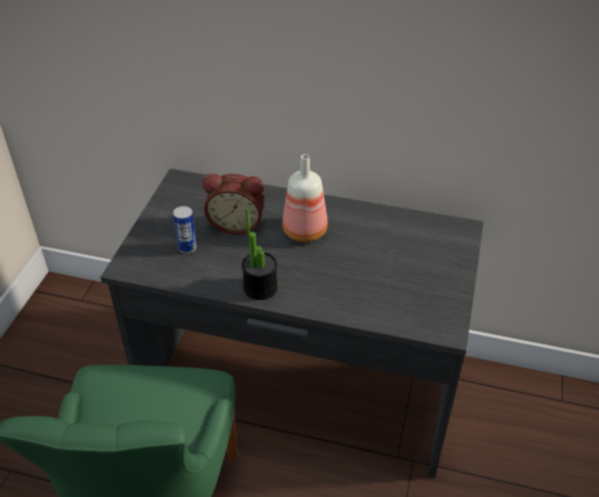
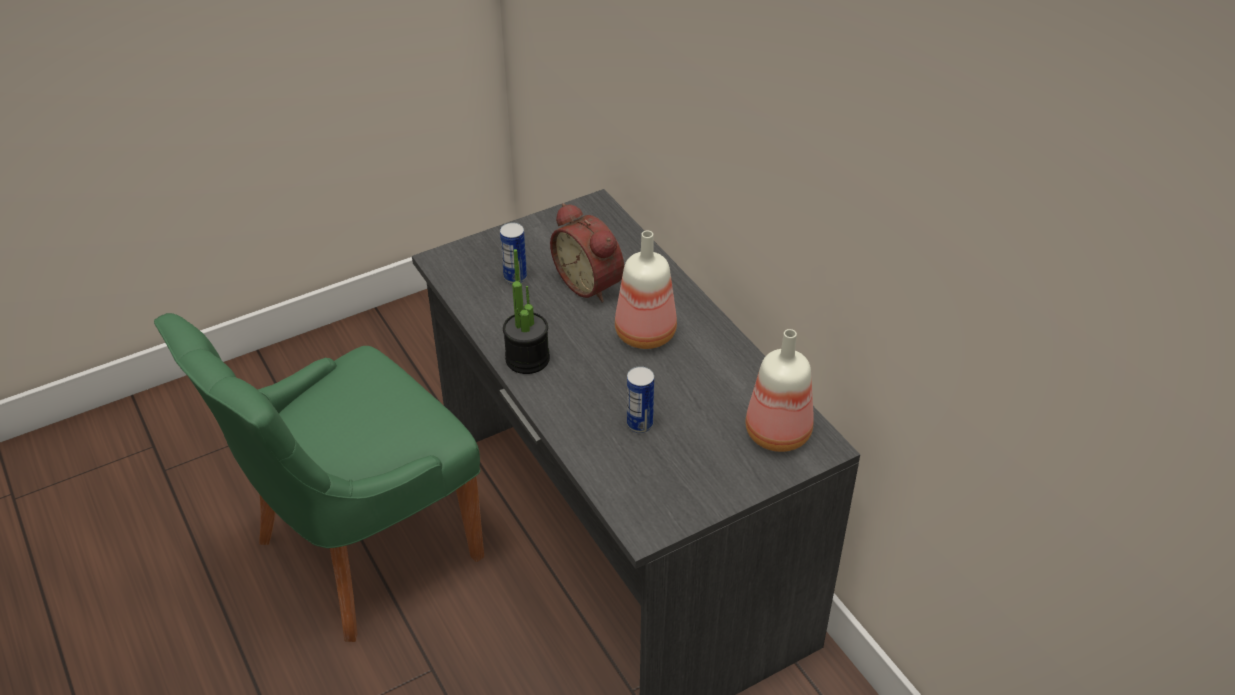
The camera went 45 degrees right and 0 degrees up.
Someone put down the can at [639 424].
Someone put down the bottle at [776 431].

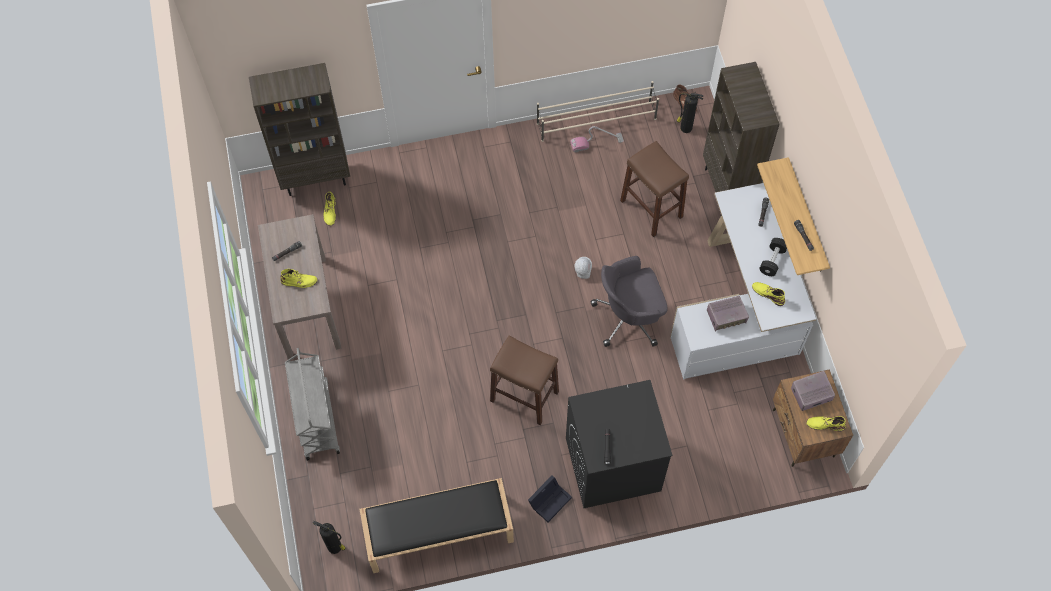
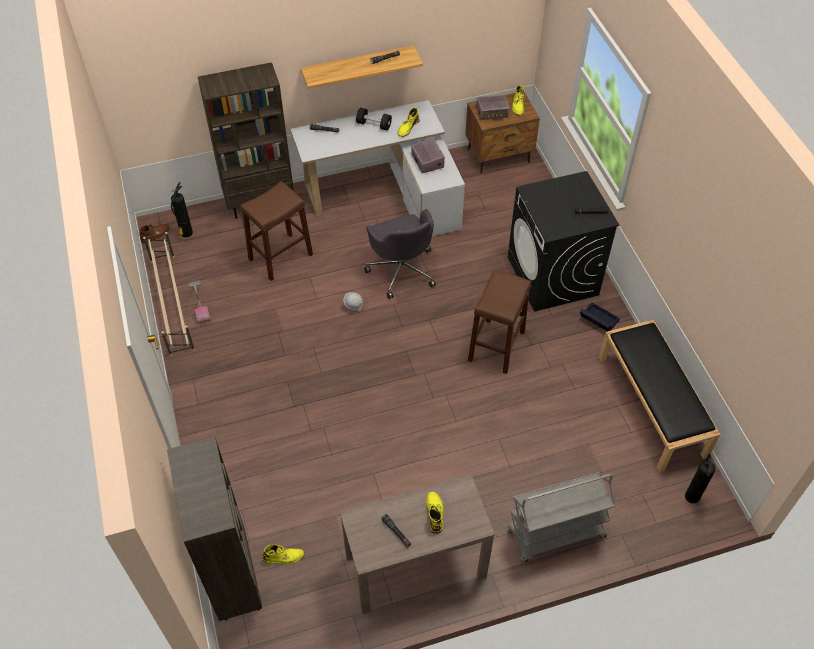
The camera went 95 degrees left and 10 degrees down.
Someone rotated the radio at [811 394] by 75 degrees counterclockwise.

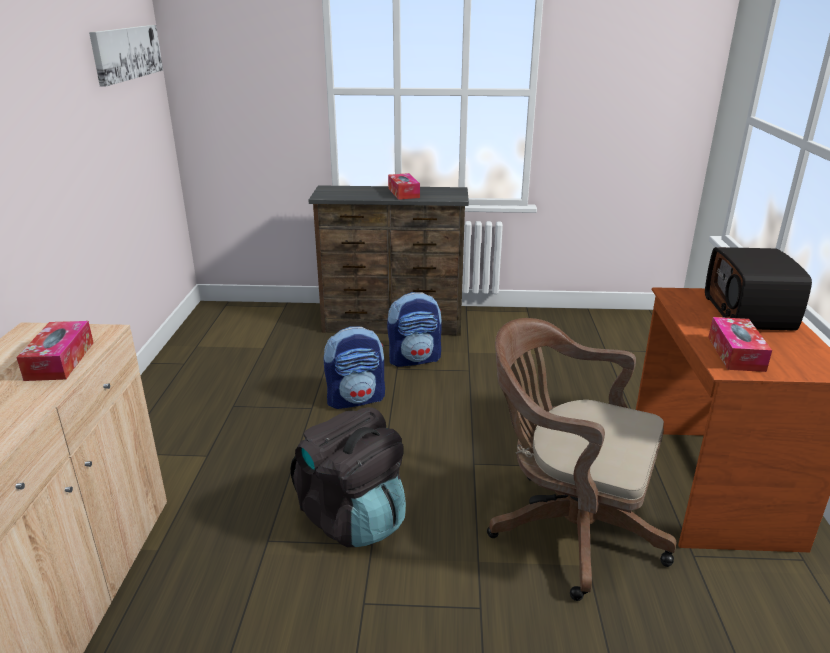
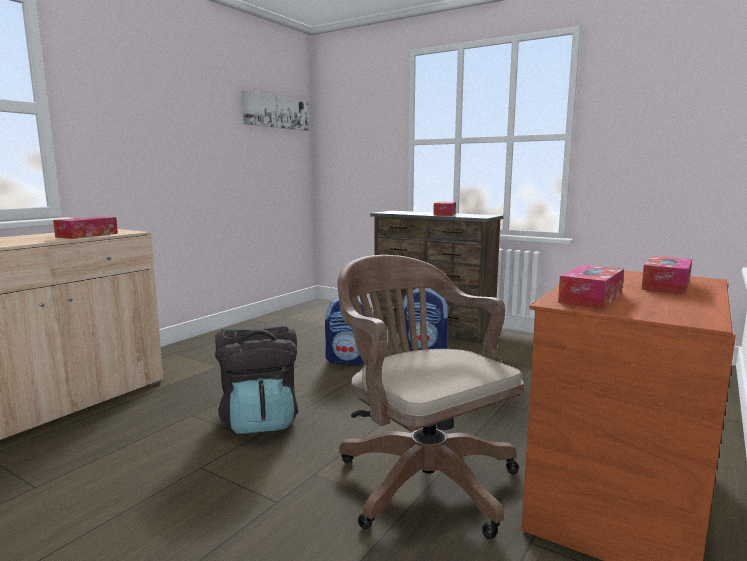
The camera went 30 degrees right and 15 degrees down.
Someone swapped the radio at [750 313] for the tissue box at [666 285].

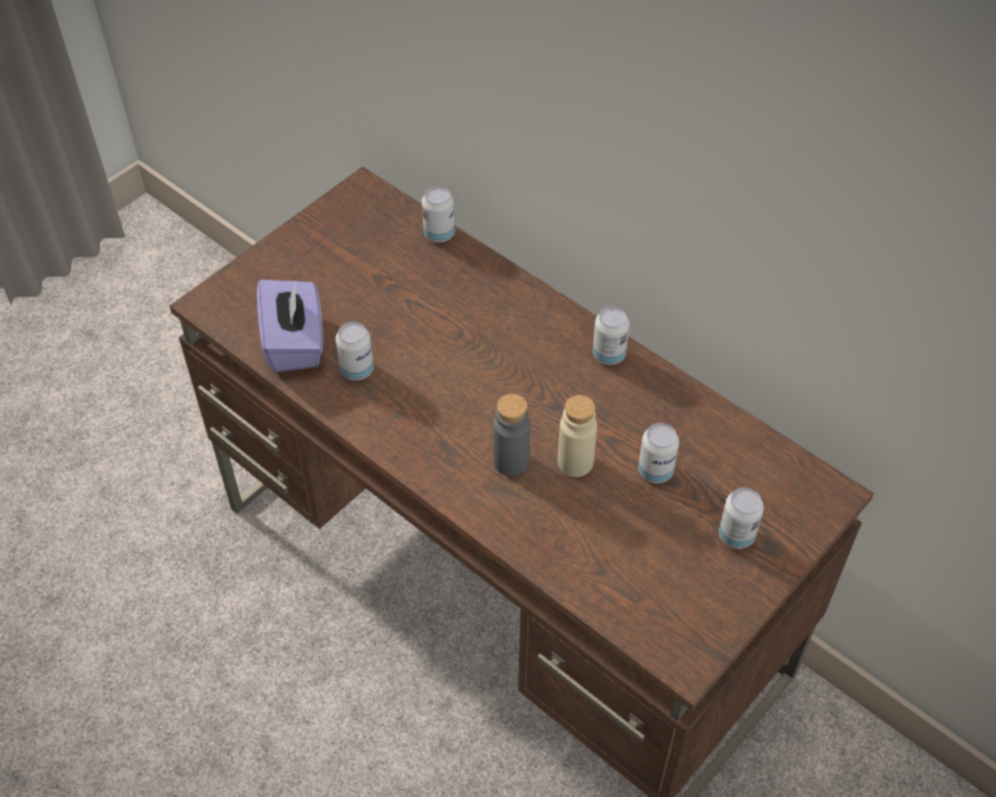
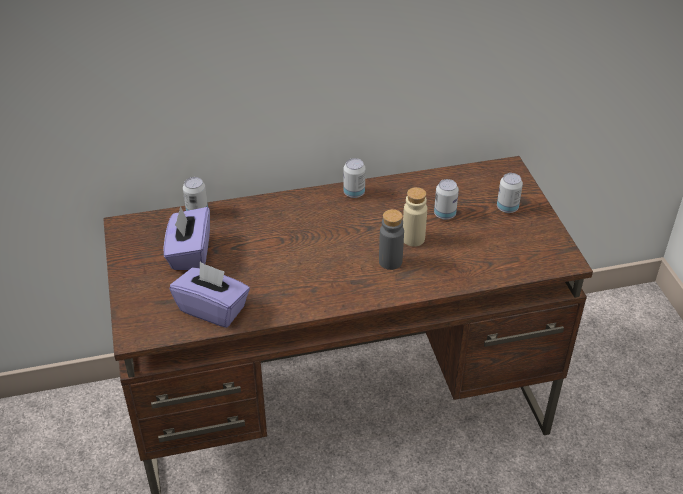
The camera went 55 degrees left and 10 degrees down.
Someone put down the tissue box (purple) at [190 253].
Someone took away the can at [357 370].

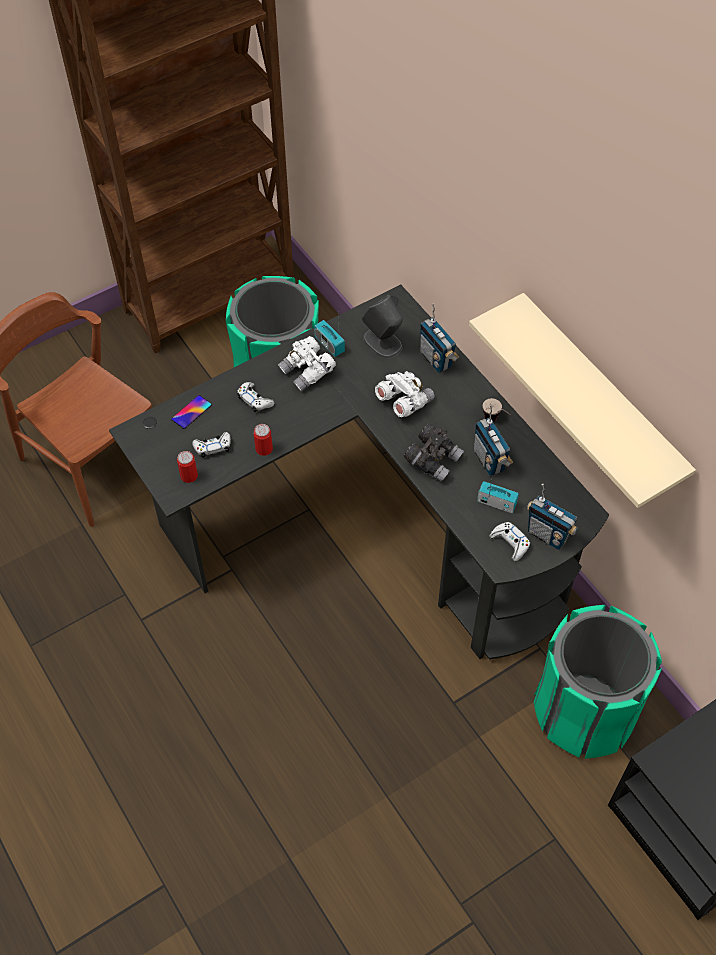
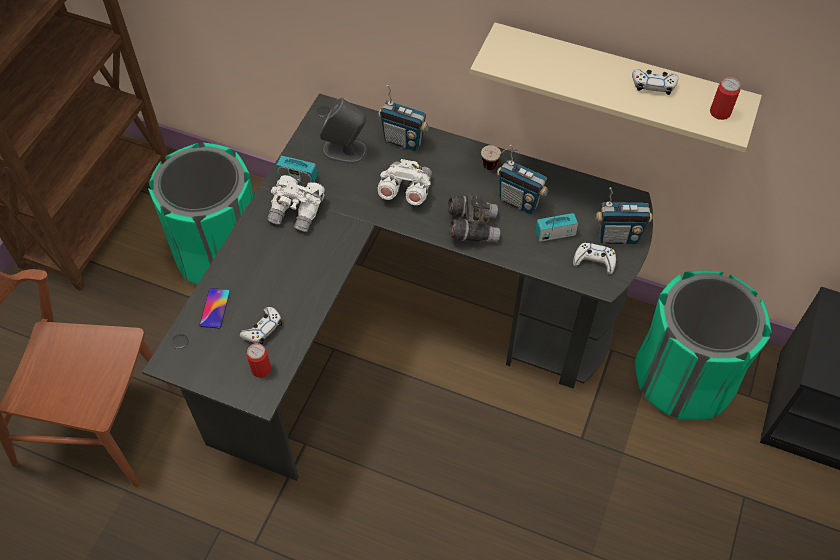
The camera went 35 degrees left and 0 degrees up.
Someone carried the game controller (white) from [255 400] to [653 85].
Someone carried the can from [264 449] to [720 112].

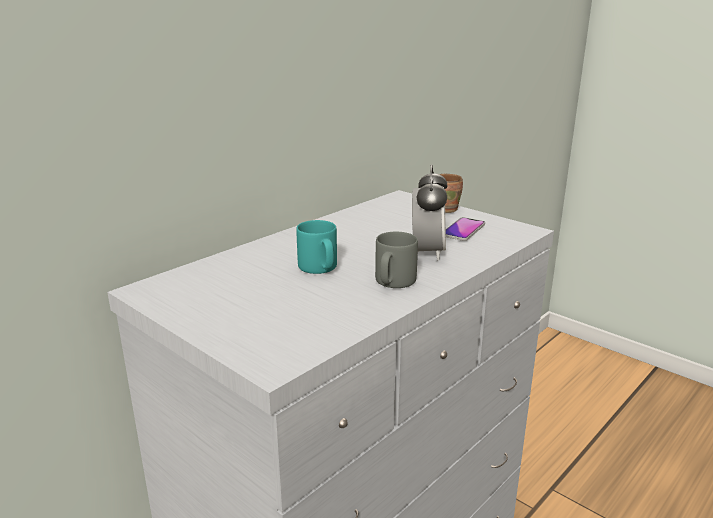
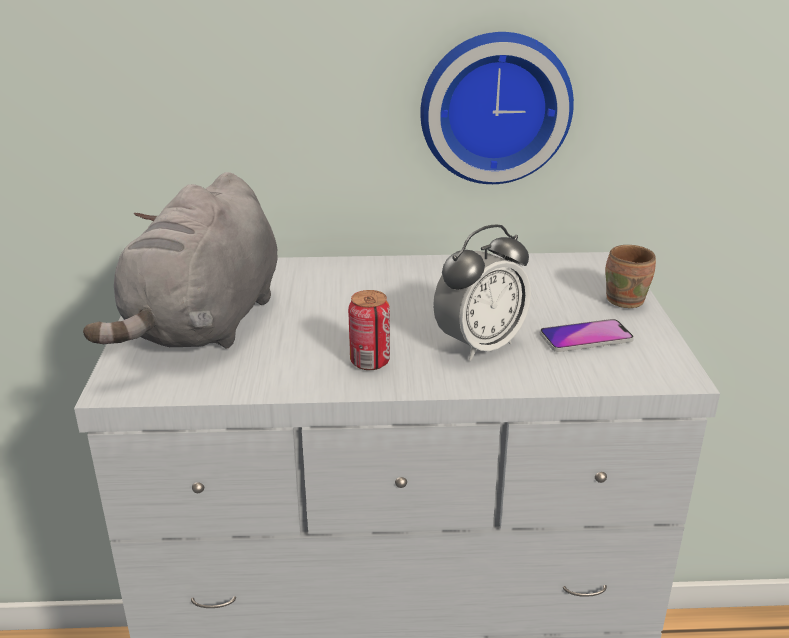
The camera went 45 degrees right and 5 degrees up.
Someone put down the plush toy (grey) at [205 325].
Someone swapped the mug (grey) at [393 282] for the can at [370 362].
Someone put up the wall clock at [494 107].
Someone took away the mug (turquoise) at [319 268].

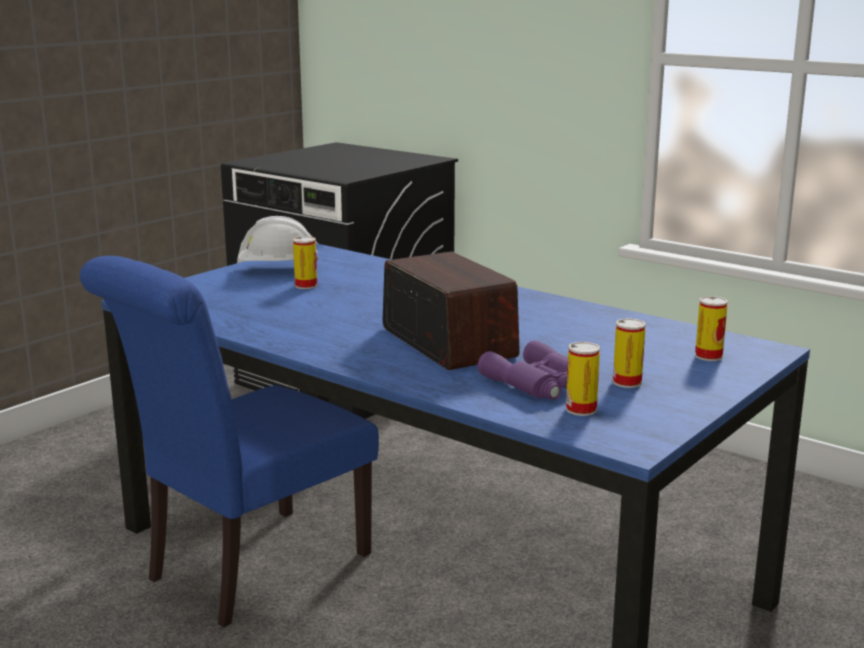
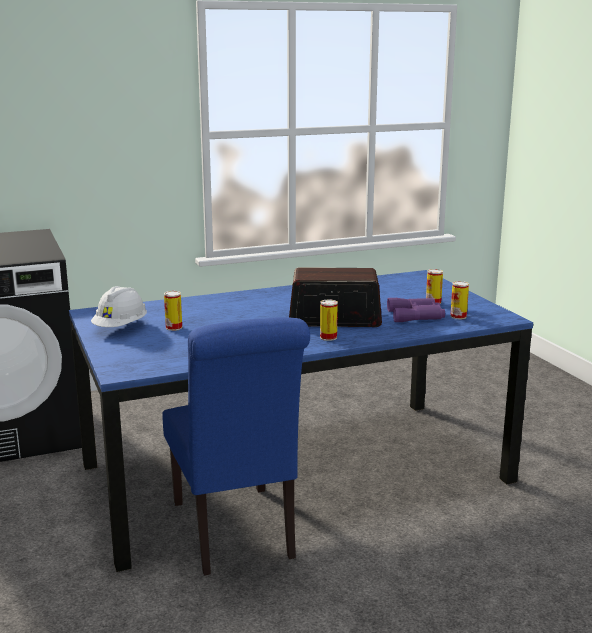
The camera went 60 degrees left and 0 degrees up.
Someone carried the can from [708 356] to [328 337].

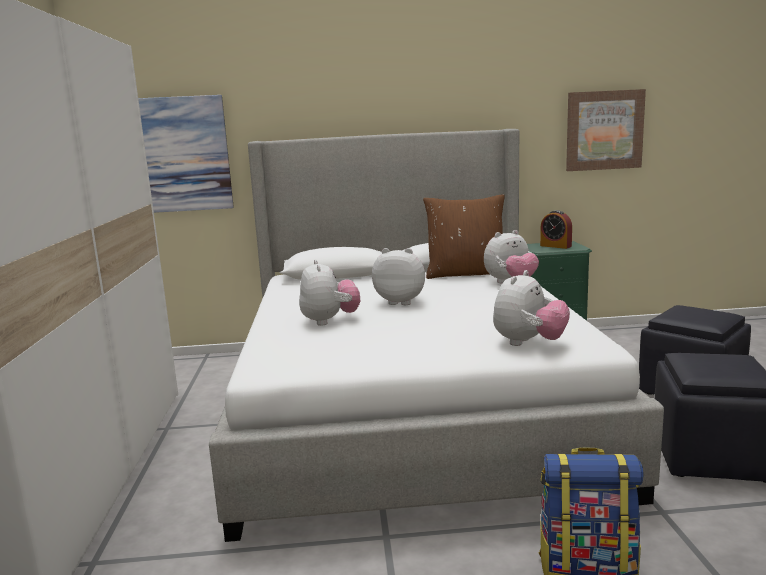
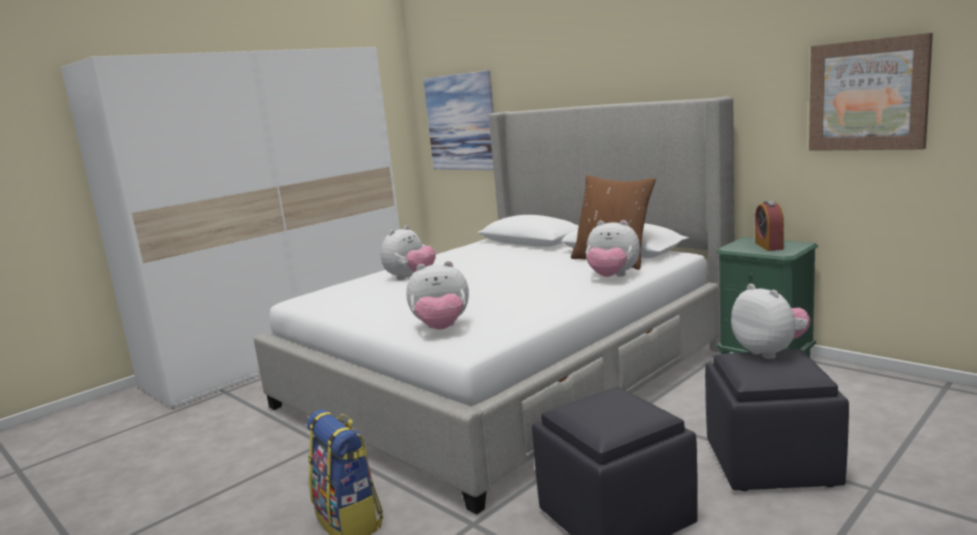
The camera went 50 degrees right and 0 degrees up.
Someone carried the plush toy from [401 301] to [770 352].

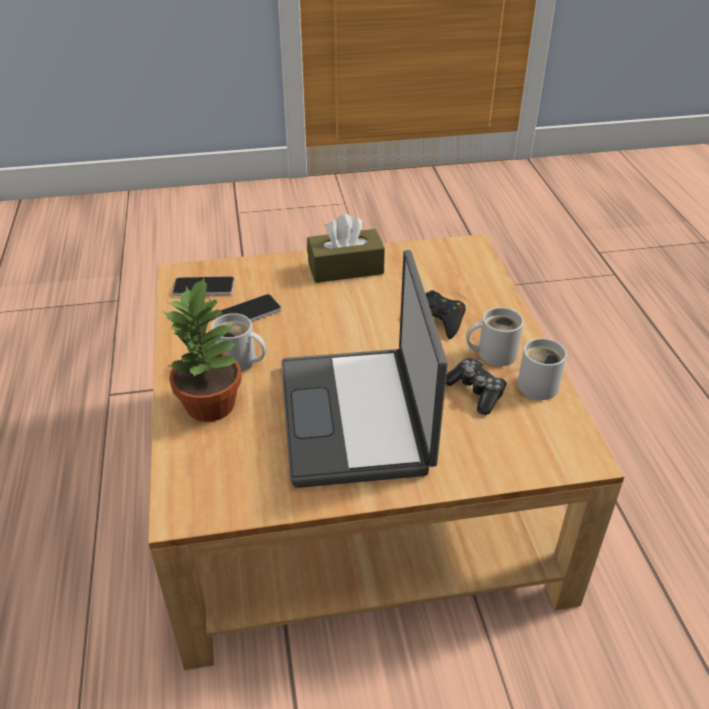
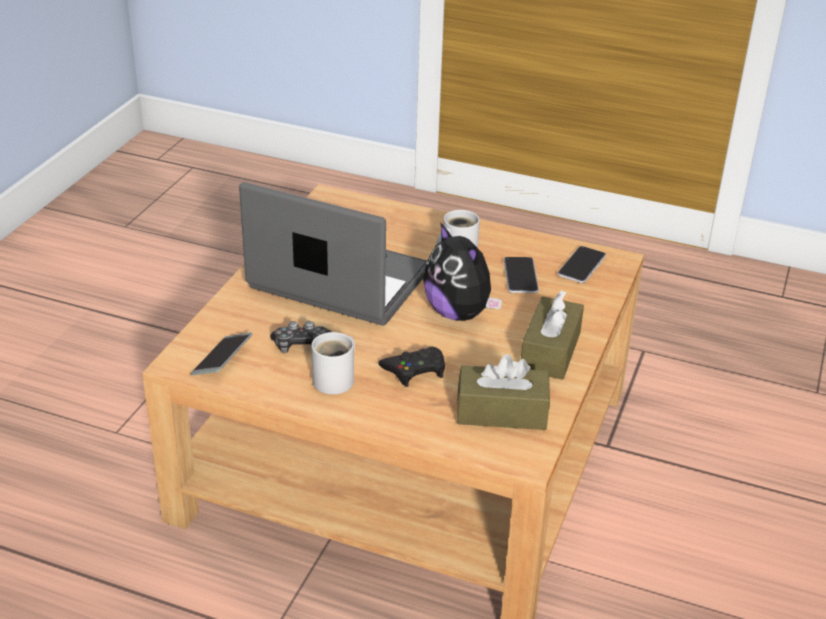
The camera went 120 degrees right and 5 degrees down.
Someone put down the phone at [222 360].
Someone put down the plush toy at [459 313].
Someone put down the tissue box (brown) at [501 412].
Someone took away the potted plant at [212 404].
Someone took away the mug (white) at [539 383].

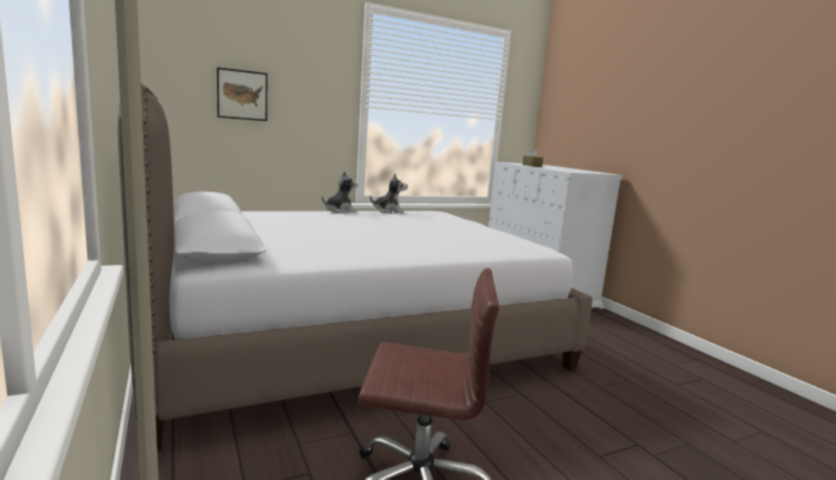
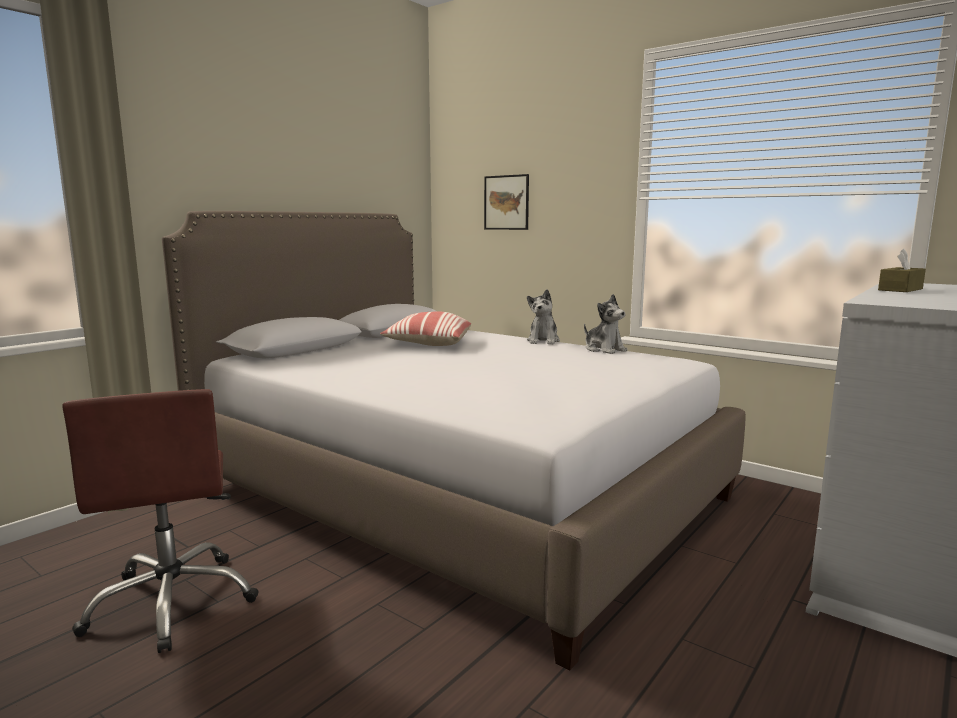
The camera went 65 degrees right and 0 degrees up.
Someone put down the pillow at [428 344].
Someone rotated the plush toy at [340 211] by 75 degrees clockwise.

